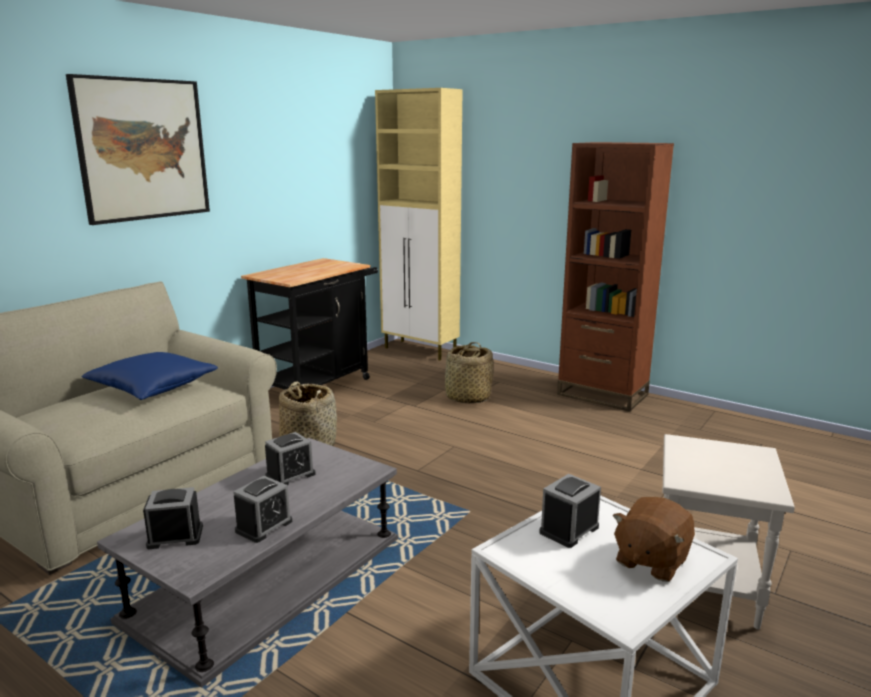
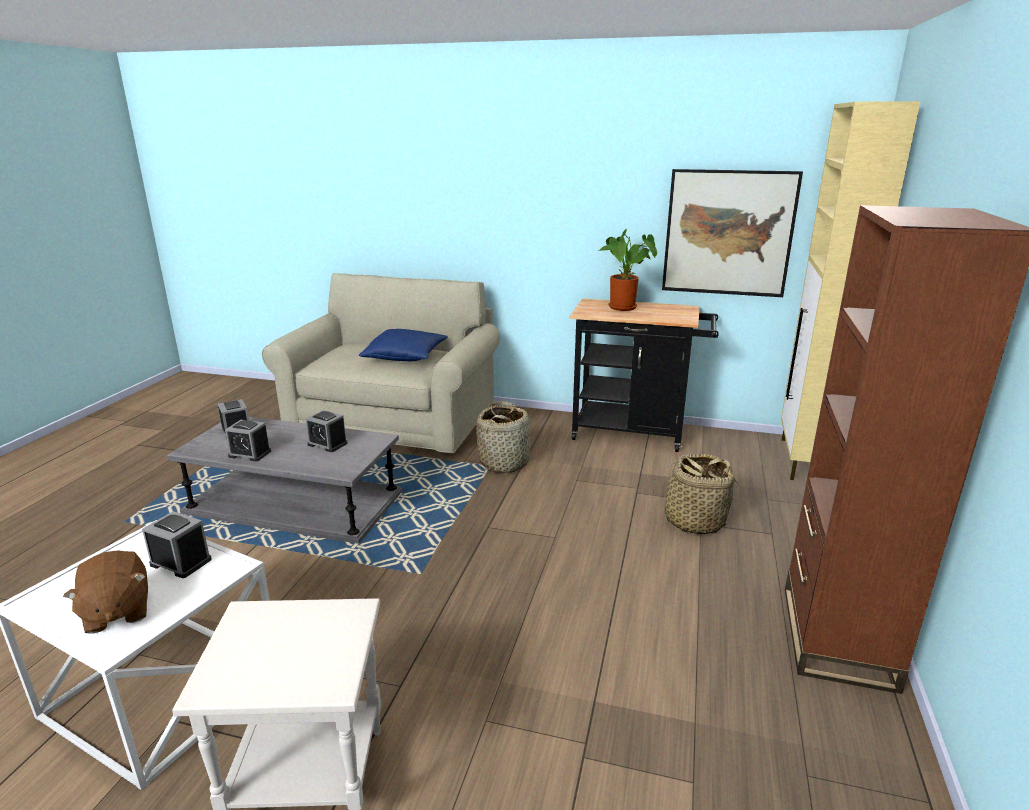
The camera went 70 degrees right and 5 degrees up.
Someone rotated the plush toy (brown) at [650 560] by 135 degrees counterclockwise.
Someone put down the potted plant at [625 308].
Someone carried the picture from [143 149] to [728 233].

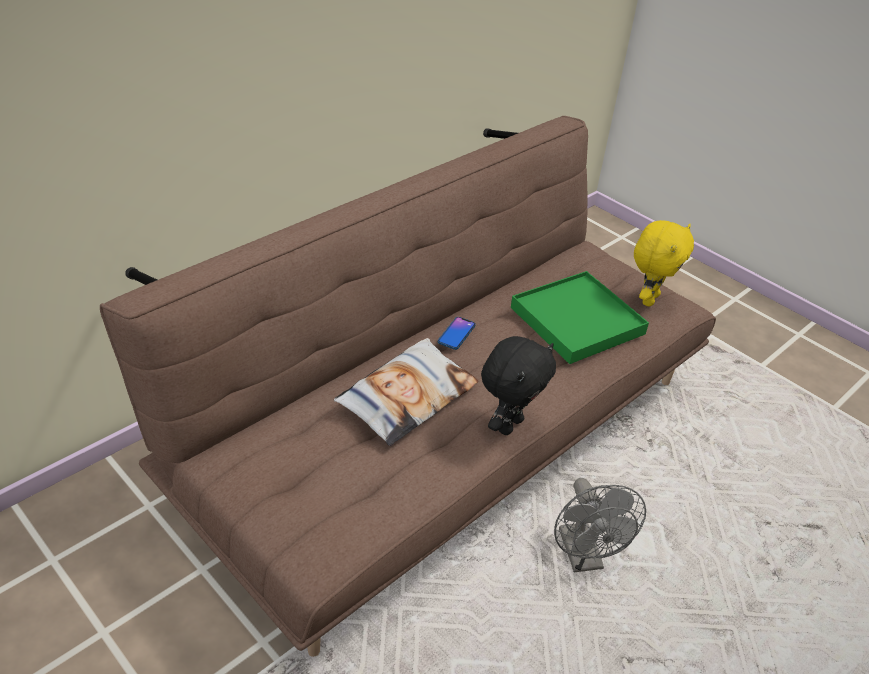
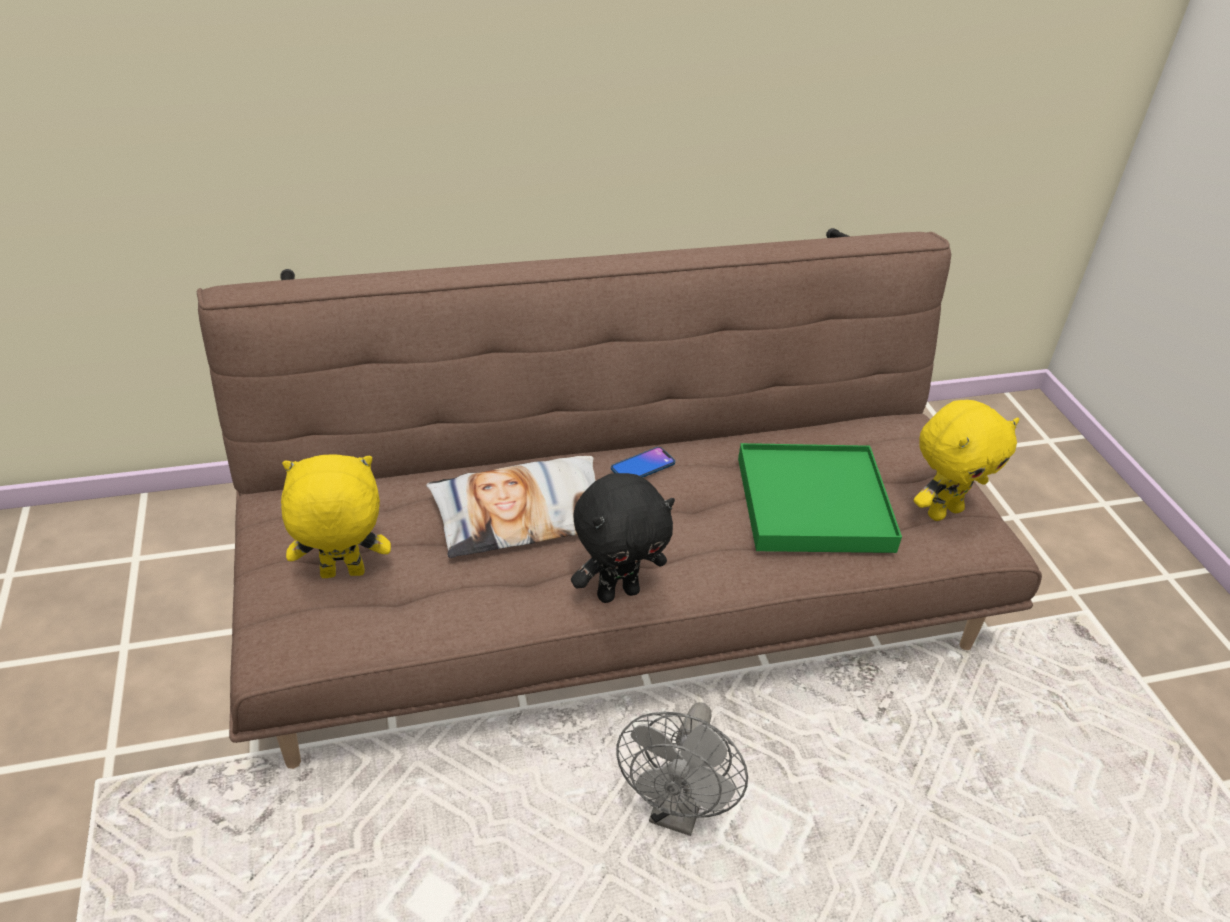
The camera went 30 degrees right and 0 degrees up.
Someone put down the plush toy (yellow) at [341 575].

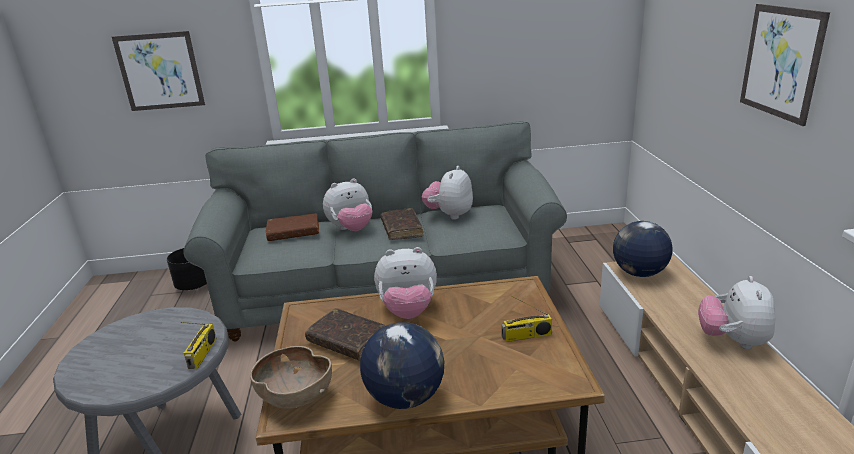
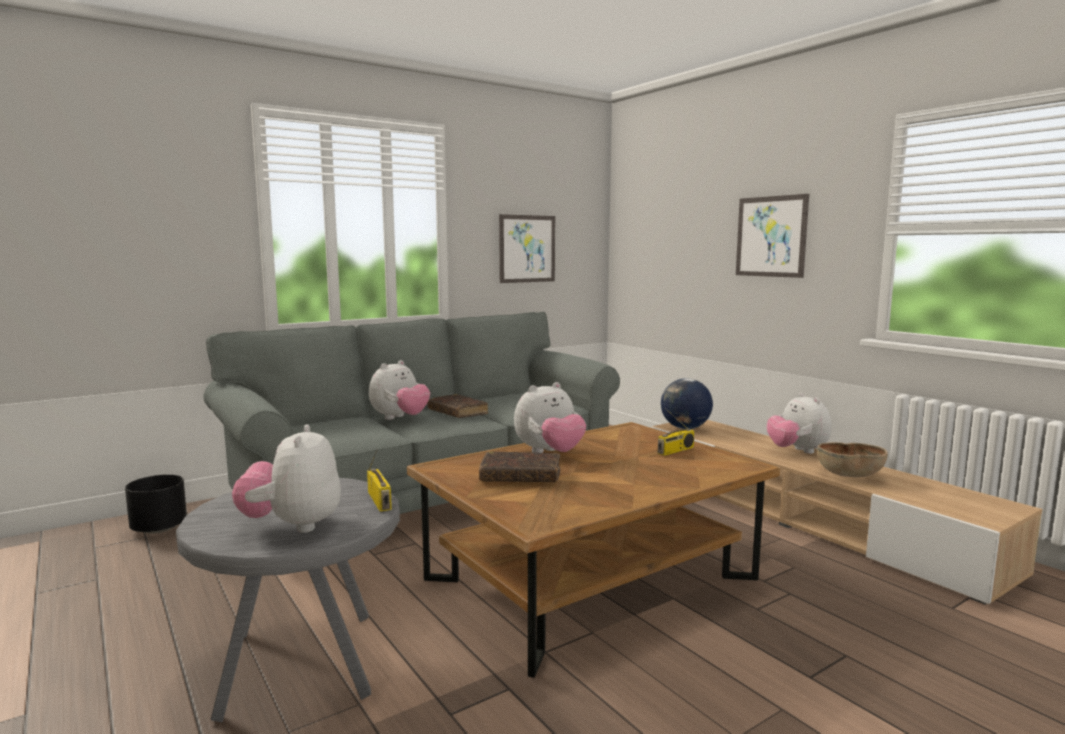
The camera went 30 degrees left and 15 degrees down.
Someone carried the plush toy from [449 215] to [293 525].
Someone carried the picture from [160 71] to [527 249].
Someone carried the bowl (brown) from [295 396] to [849 475].
Someone took away the book (brown) at [293 233].
Someone took away the globe at [405 397].

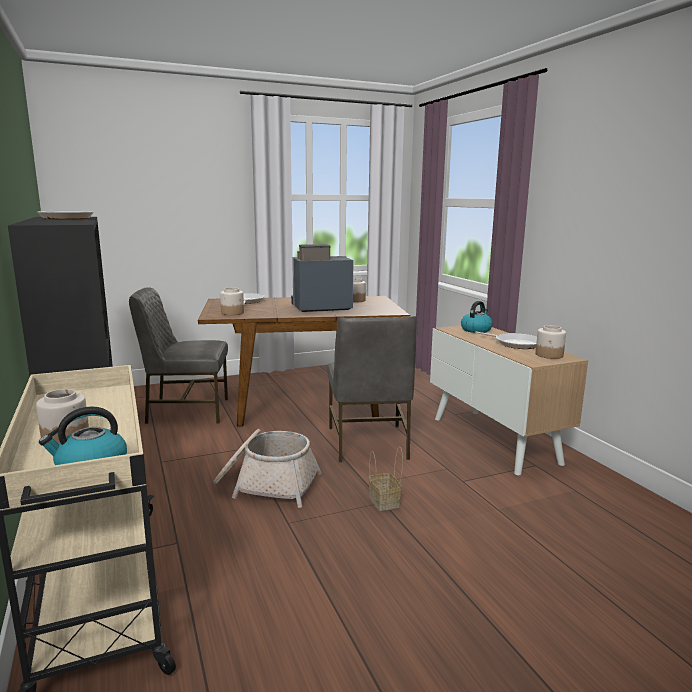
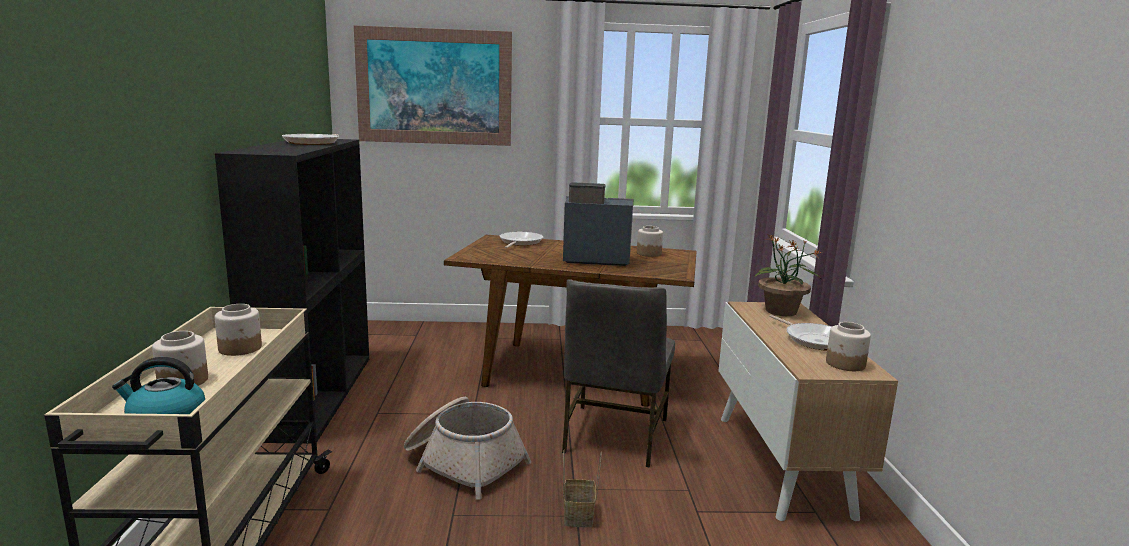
The camera went 20 degrees right and 0 degrees up.
Someone carried the jar from [233 313] to [240 348].
Someone put up the picture at [434 87].
Someone swapped the kettle at [476 330] for the potted plant at [781 312].
Someone took away the chair (grey) at [186 411].

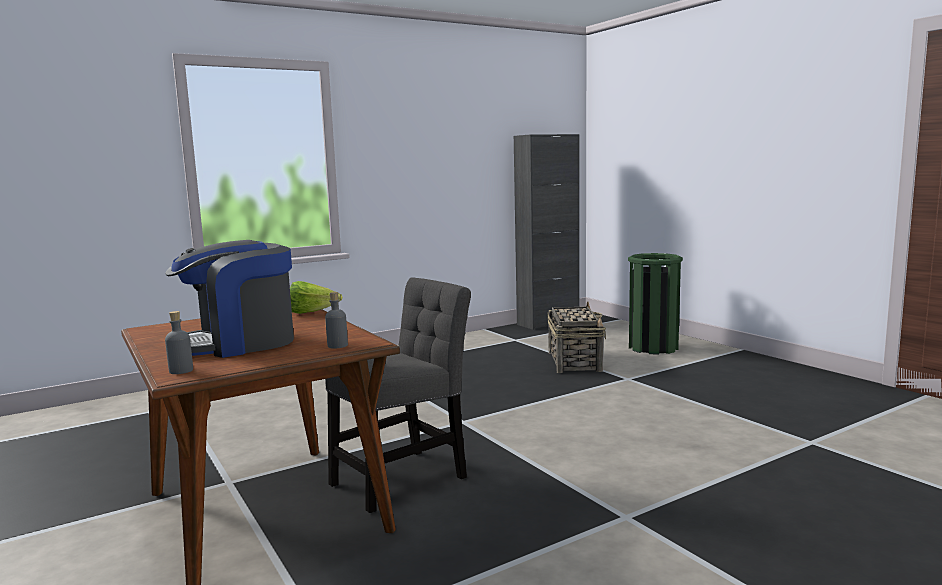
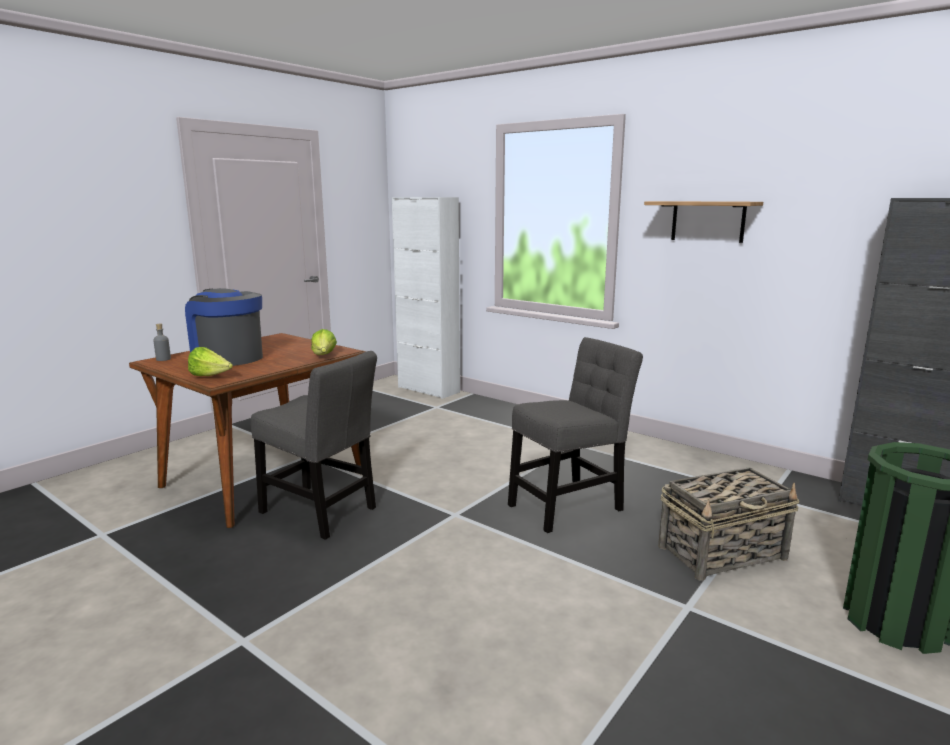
The camera went 70 degrees right and 5 degrees up.
Someone swapped the bottle (grey) at [337 345] for the lettuce at [210 376].
Someone put down the cabinet (white) at [428 390].
Someone put down the chair (grey) at [569 505].
Someone put up the shelf at [708 221].

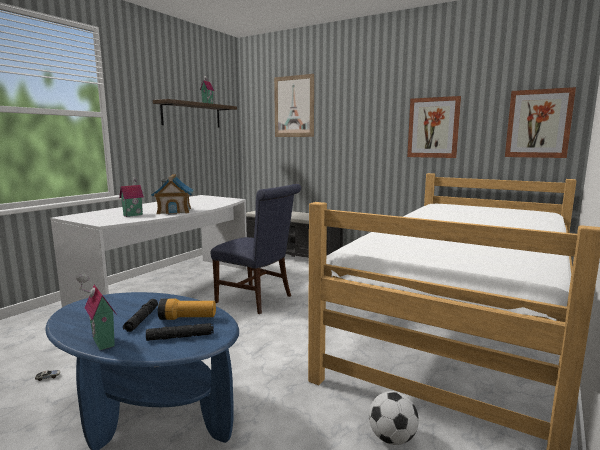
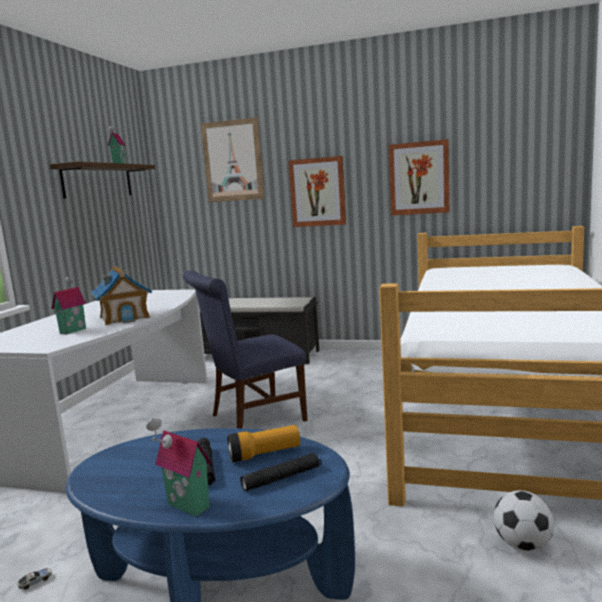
The camera went 15 degrees left and 0 degrees up.
Someone rotated the chair (blue) at [258 299] by 135 degrees clockwise.
Someone carried the picture from [538 124] to [317 192].

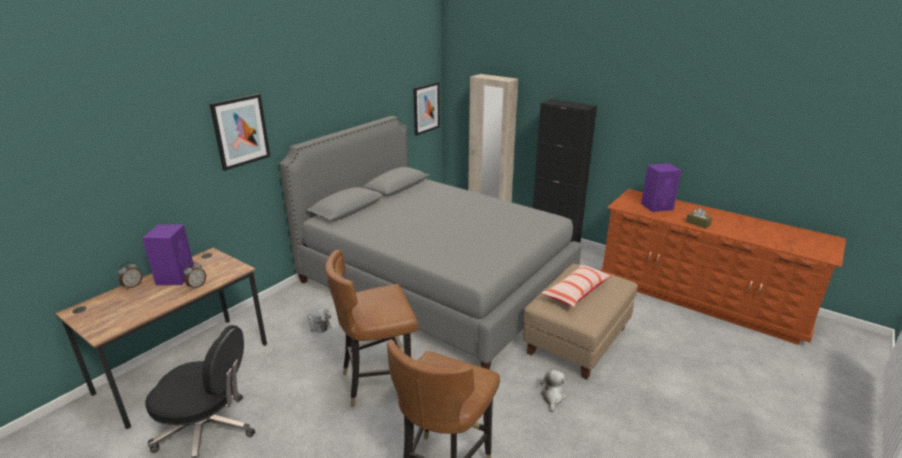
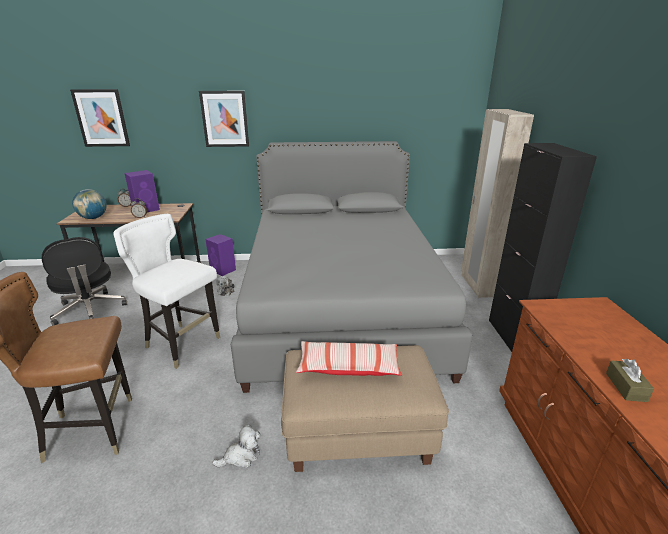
The camera went 50 degrees right and 0 degrees up.
Someone carried the picture from [426 108] to [101 118].
Someone put down the globe at [93 218].
Someone repainted the chair (brown) at [378 382], which became the chair (white) at [183 344].
Someone carried the speaker (purple) from [657 206] to [223 270].

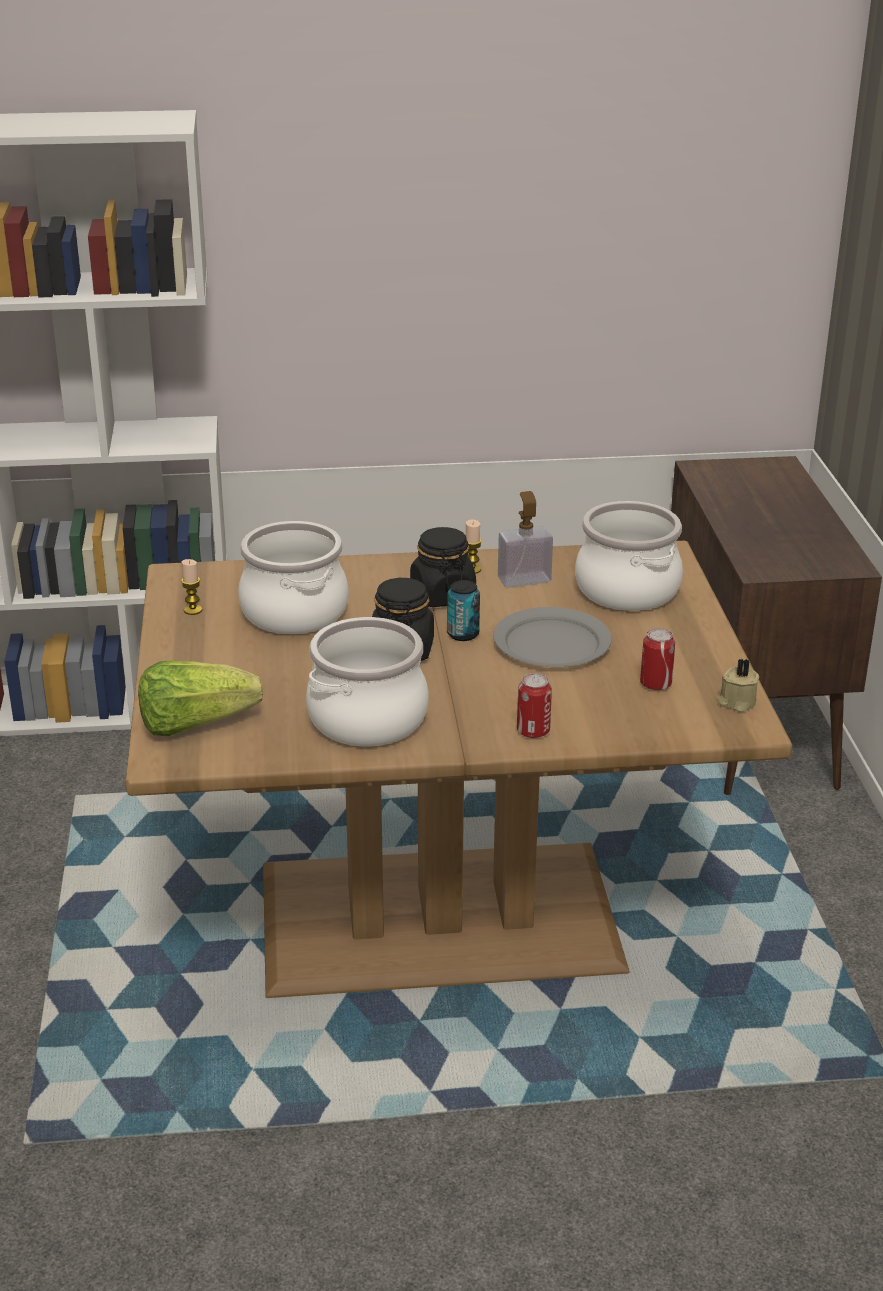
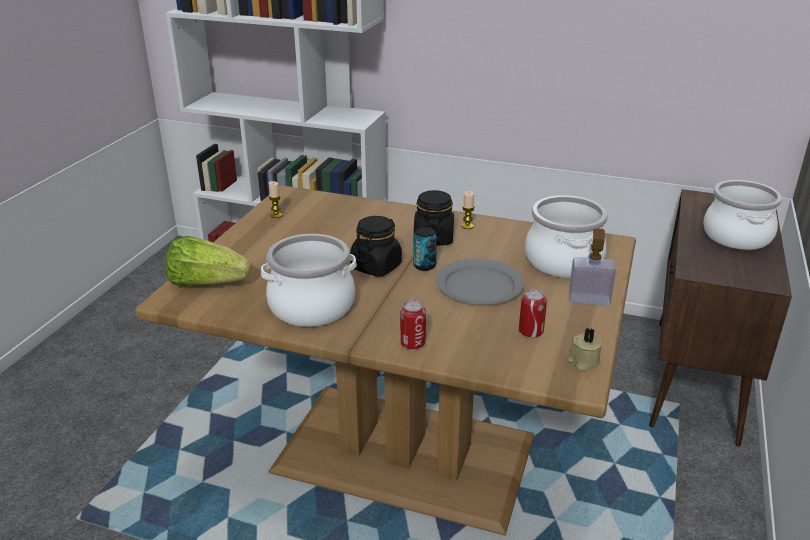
The camera went 25 degrees right and 0 degrees up.
Someone carried the soap dispenser from [524 579] to [589 299].
Someone carried the cooking pot from [295 612] to [737 236].

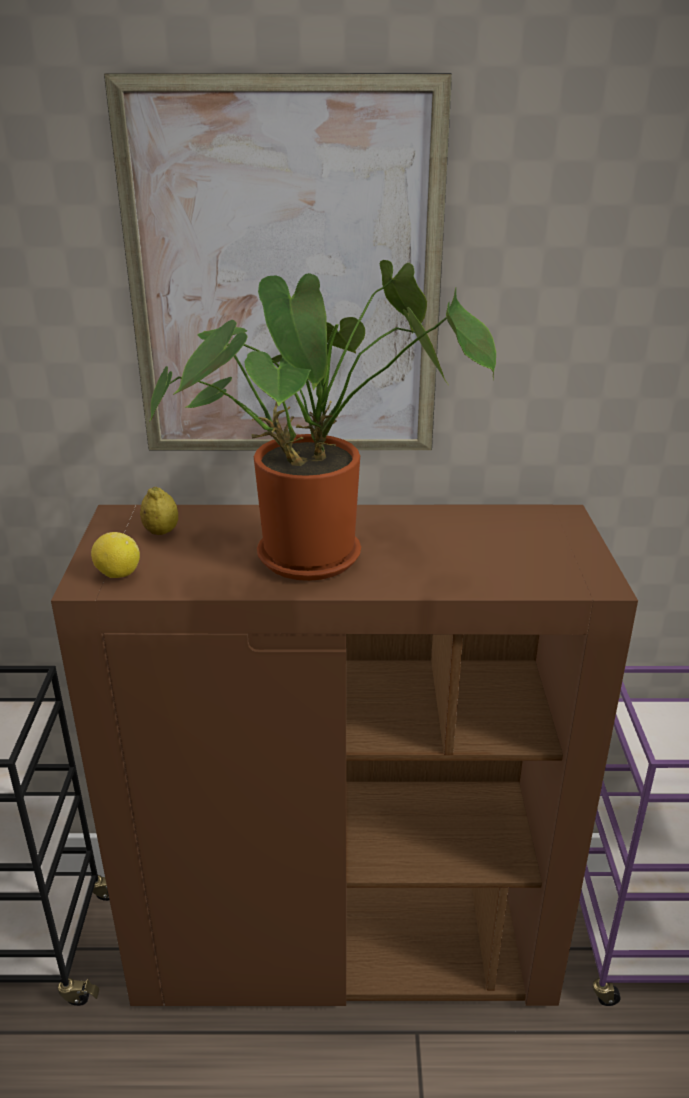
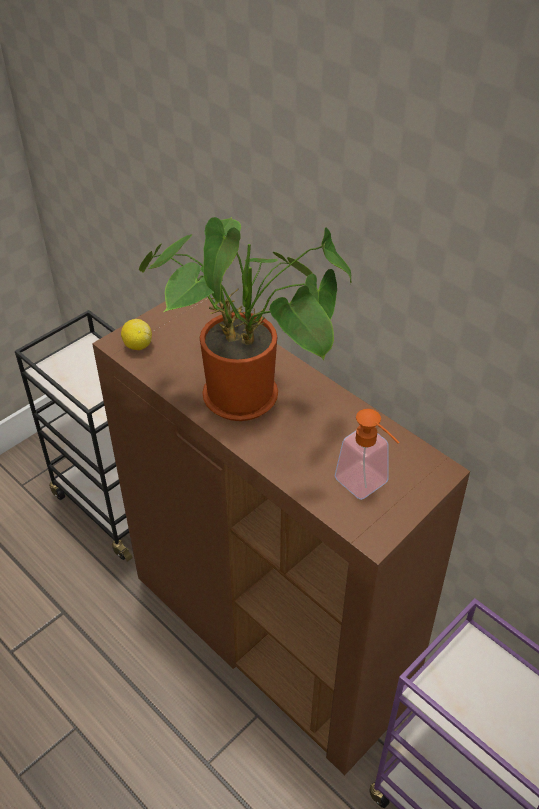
The camera went 45 degrees right and 15 degrees up.
Someone put down the soap dispenser at [367 486].
Someone took away the picture at [285 279].
Someone took away the lemon at [161 532].

